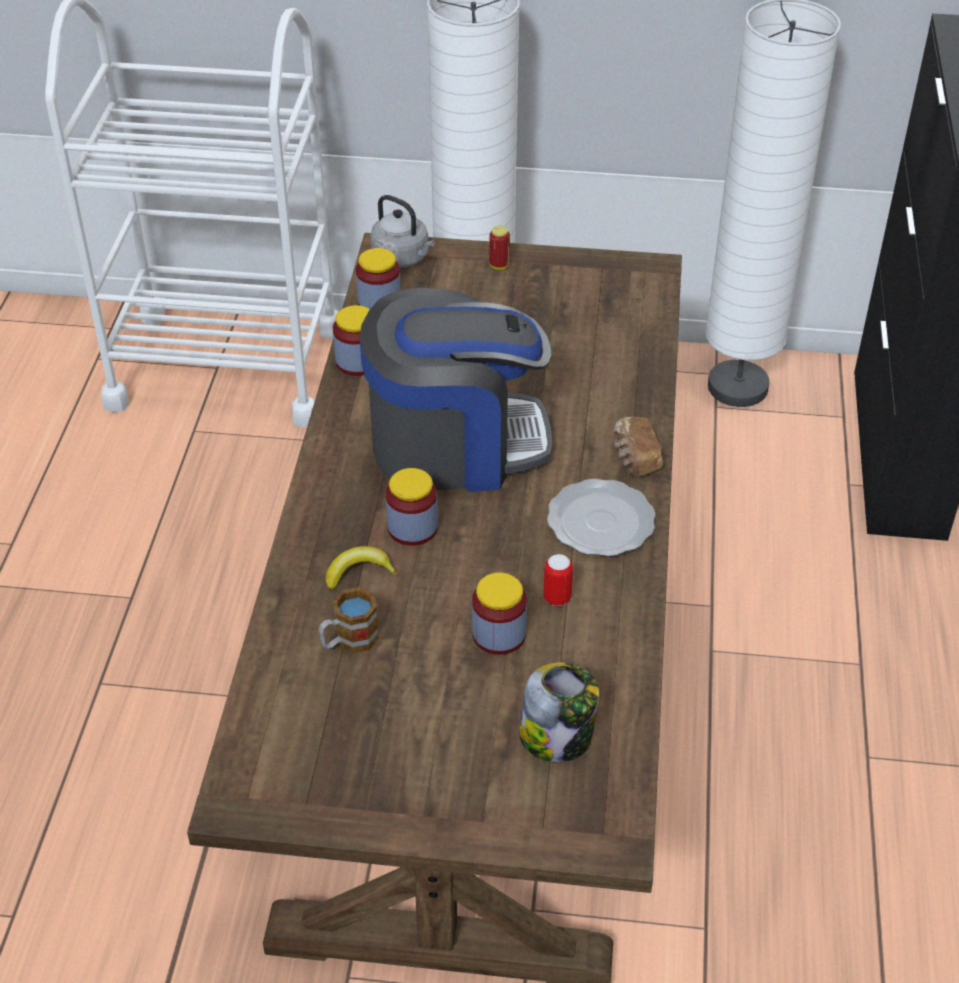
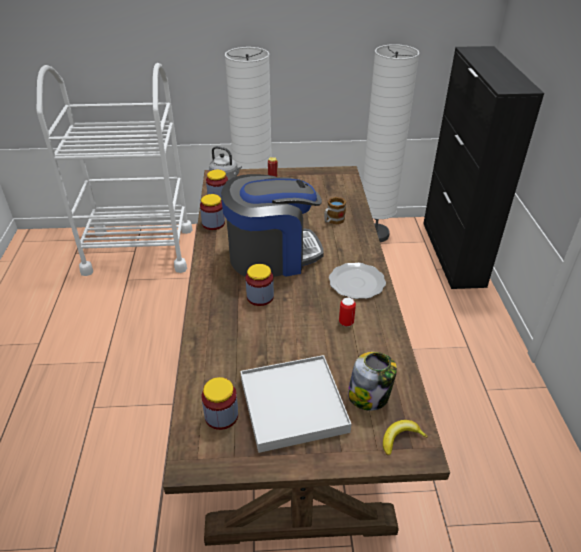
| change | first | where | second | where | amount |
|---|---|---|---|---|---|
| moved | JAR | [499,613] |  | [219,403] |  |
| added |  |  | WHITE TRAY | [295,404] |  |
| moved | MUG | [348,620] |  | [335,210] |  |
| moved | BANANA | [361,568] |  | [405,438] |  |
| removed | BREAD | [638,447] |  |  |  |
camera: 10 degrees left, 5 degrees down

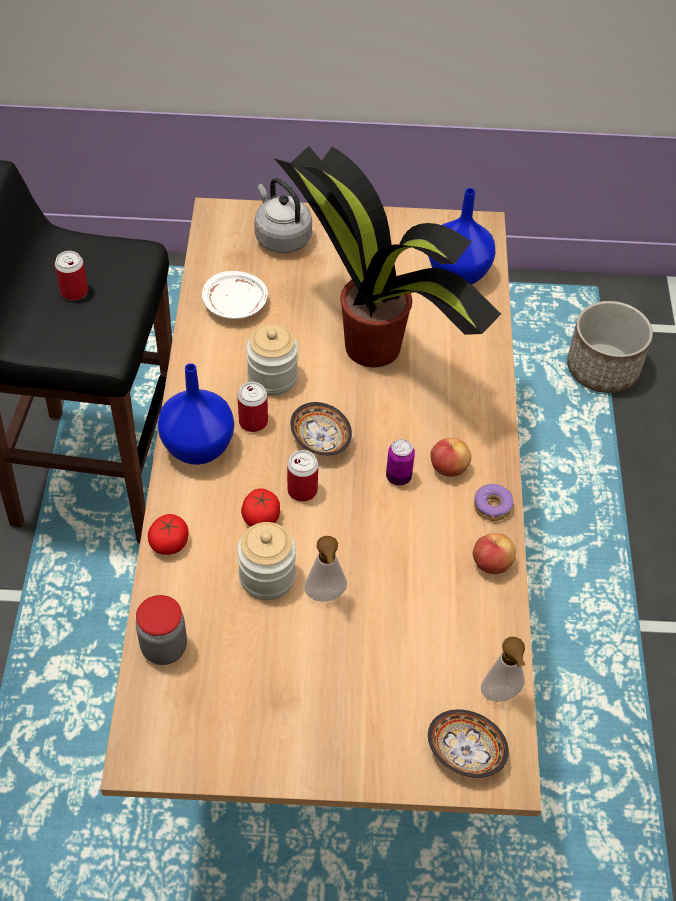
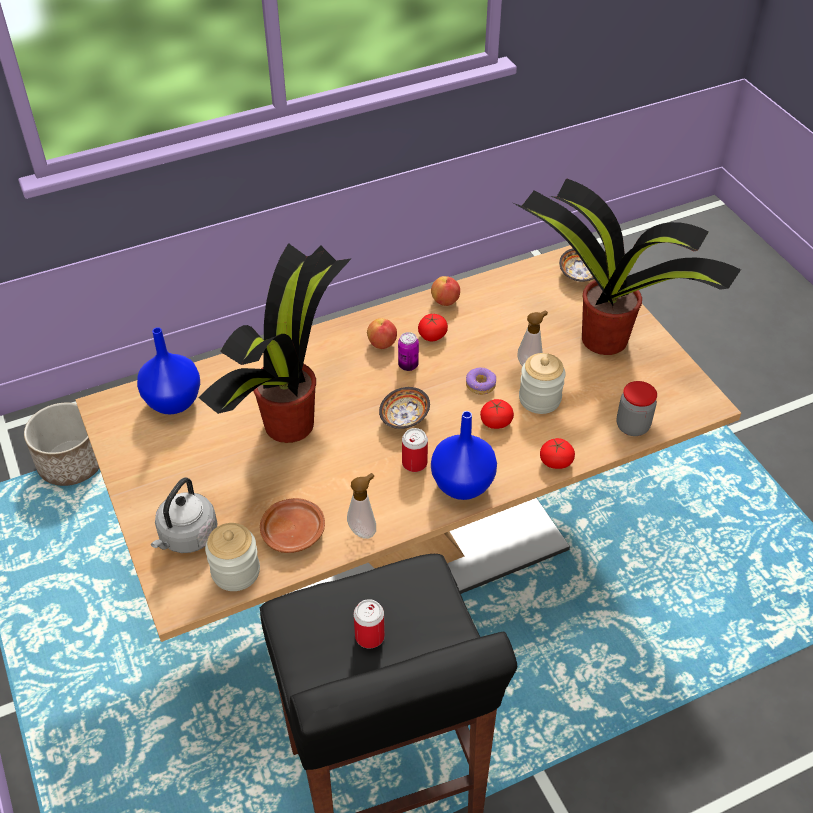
| change | first | where | second | where | amount |
|---|---|---|---|---|---|
| moved | JAR | [272,360] |  | [232,557] |  |
| recoloured | WHITE PLATE | [235,295] | BROWN PLATE | [292,525] |  |
| moved | SOAP DISPENSER | [503,669] |  | [361,506] |  |
| added |  |  | TOMATO | [433,327] |  |
| moved | DONUT | [494,502] |  | [481,381] |  |
| added |  |  | POTTED PLANT | [627,266] |  |
| removed | CAN | [302,475] |  |  |  |
camera: 115 degrees left, 5 degrees down

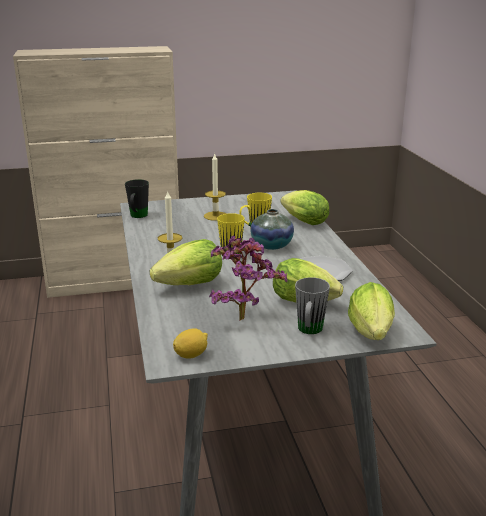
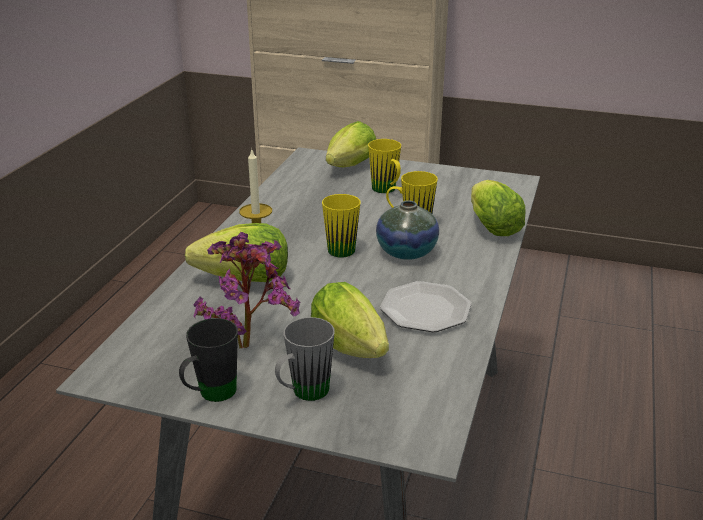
| change | first | where | second | where | amount |
|---|---|---|---|---|---|
| moved | BLACK MUG | [137,198] |  | [208,360] |  |
| moved | LETTUCE | [371,311] |  | [351,144] |  |
| replaced | CANDLE | [215,187] | YELLOW MUG | [384,166] |  |
| removed | LEMON | [190,343] |  |  |  |
camera: 30 degrees right, 5 degrees up

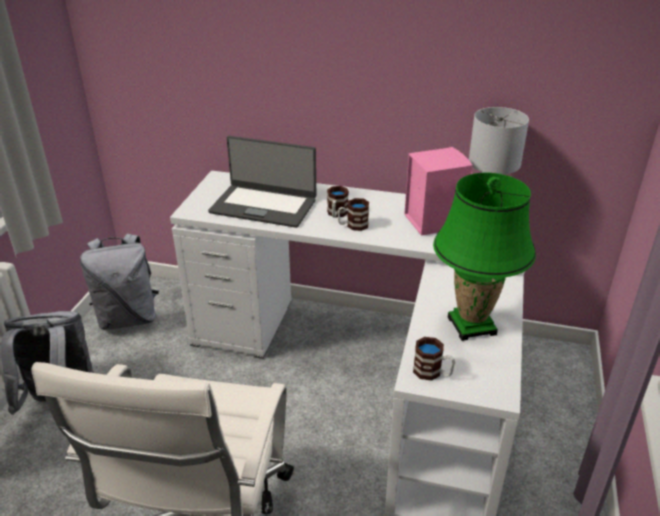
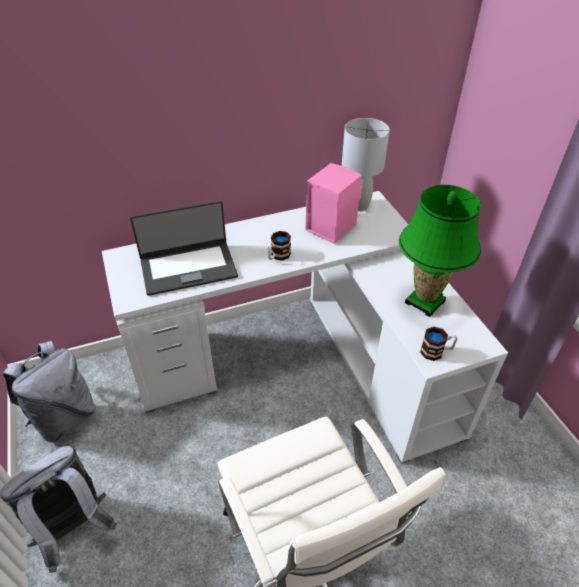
| change | first | where | second | where | amount |
|---|---|---|---|---|---|
| removed | MUG | [338,202] |  |  |  |
camera: 35 degrees left, 10 degrees up

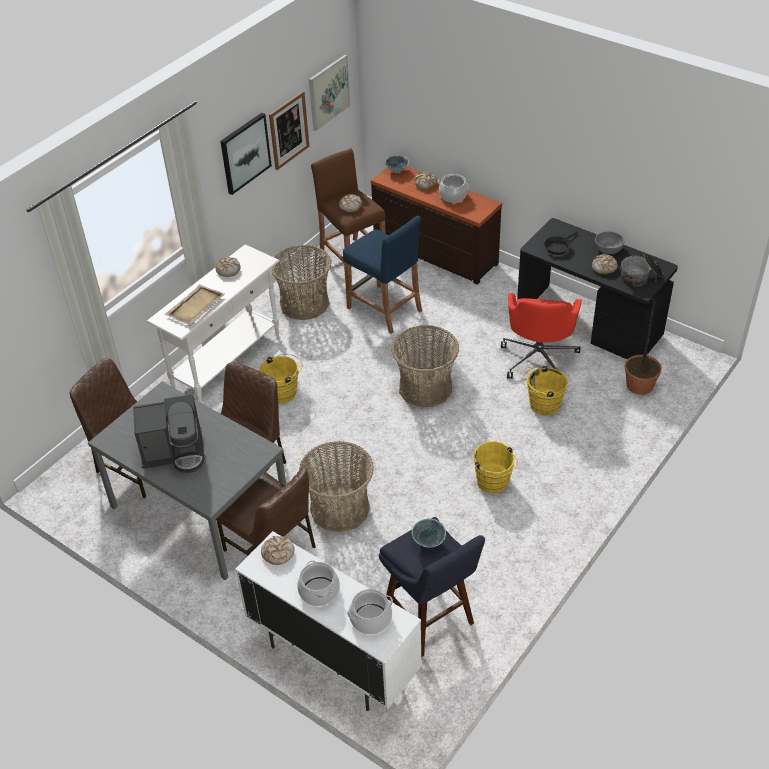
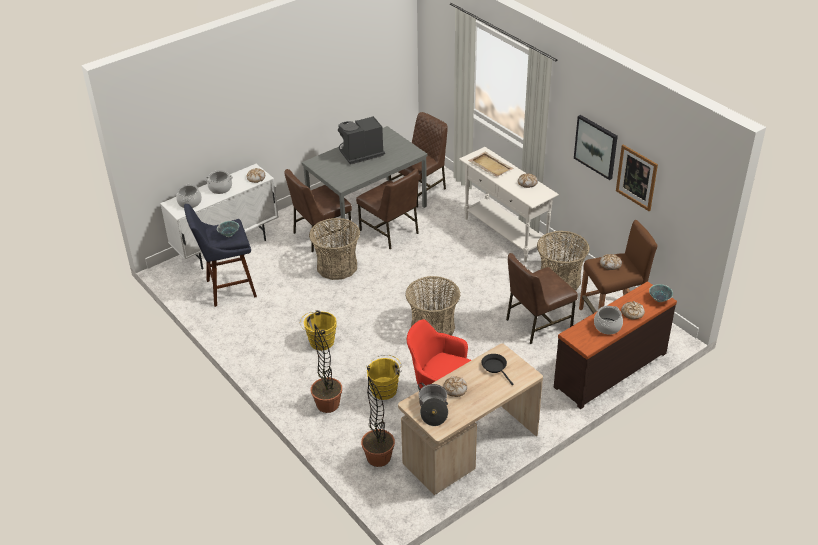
| change | first | where | second | where | amount |
|---|---|---|---|---|---|
| added |  |  | POTTED PLANT | [326,368] |  |
| turned | COFFEE MACHINE | [168,433] |  | [361,140] | 60 degrees clockwise |
| recoloured | BLACK DESK | [597,288] | BEIGE DESK | [470,419] |  |
| replaced | BLUE STOOL | [382,275] | BROWN CHAIR | [542,298] |  |
| removed | YELLOW BUCKET | [280,378] |  |  |  |
| removed | PICTURE | [330,93] |  |  |  |
| removed | GREY BOWL | [609,242] |  |  |  |
camera: 105 degrees right, 5 degrees down

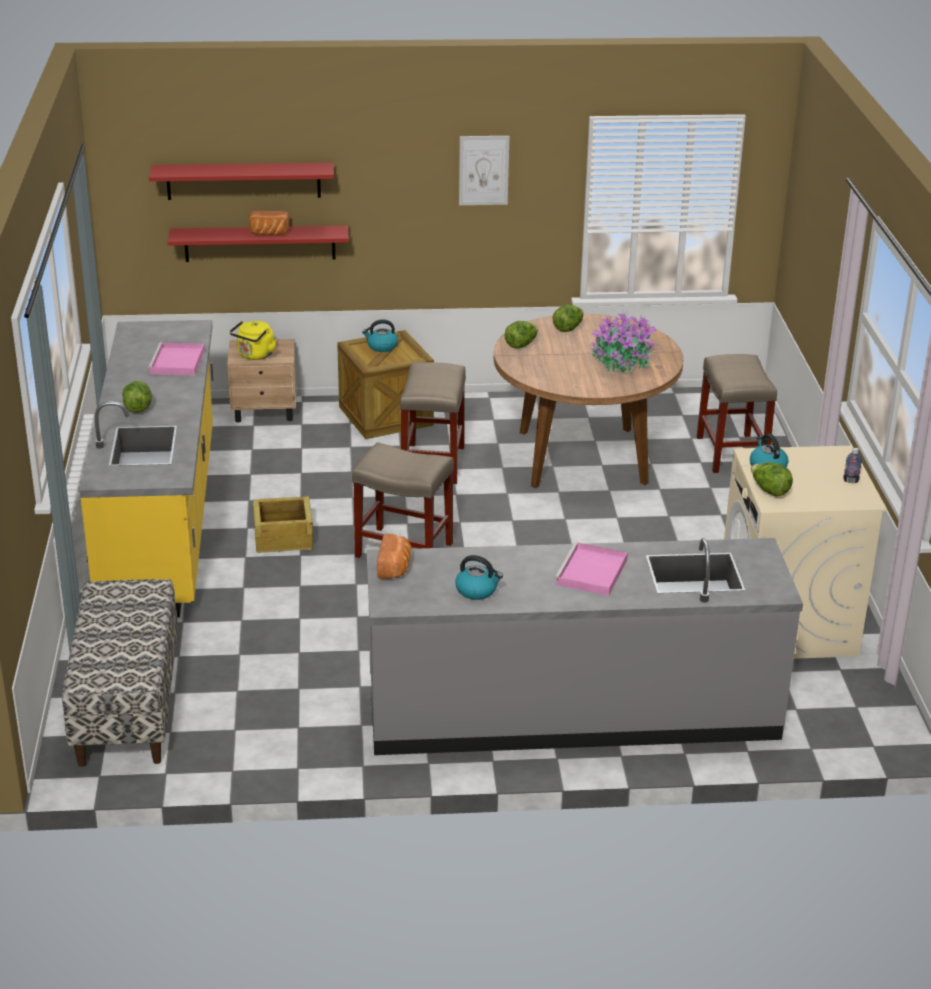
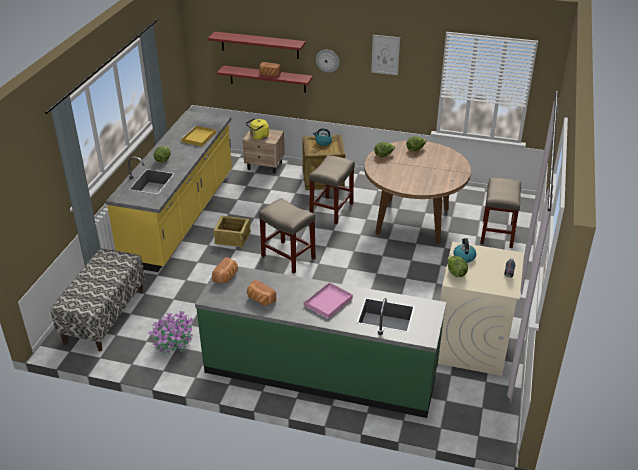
| change | first | where | second | where | amount |
|---|---|---|---|---|---|
| moved | POTTED PLANT | [623,343] |  | [171,333] |  |
| recoloured | PINK TRAY | [176,359] | YELLOW TRAY | [198,136] |  |
| recoloured | GREY COUNTER | [584,646] | GREEN COUNTER | [320,342] |  |
| replaced | KETTLE | [479,577] | BREAD | [261,293] |  |
| added |  |  | WALL CLOCK | [327,61] |  |
camera: 20 degrees right, 5 degrees up

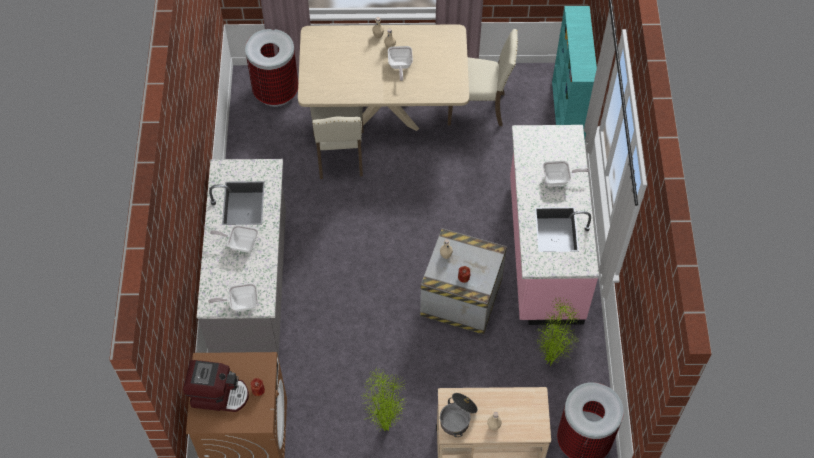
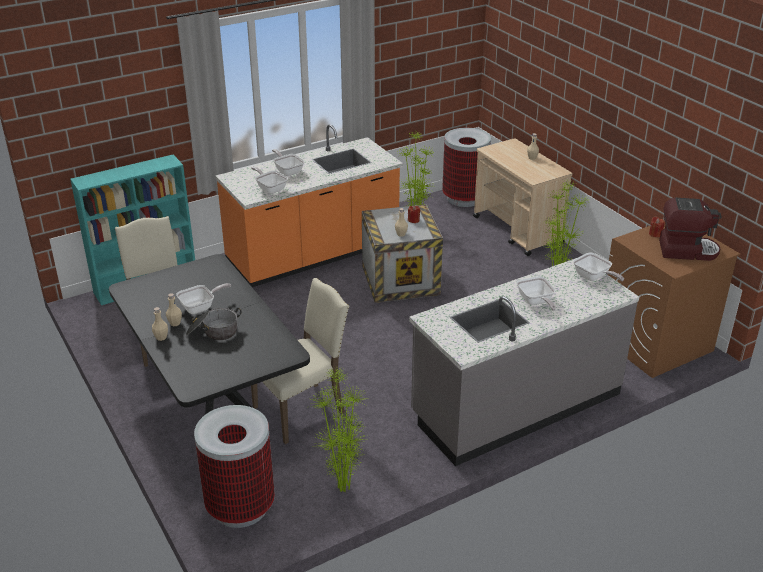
| change | first | where | second | where | amount |
|---|---|---|---|---|---|
| recoloured | BEIGE DINING TABLE | [383,77] | BLACK DINING TABLE | [209,334] |  |
| moved | COOKING POT | [459,415] |  | [213,324] |  |
| recoloured | PINK COUNTER | [554,225] | ORANGE COUNTER | [309,205] |  |
| added |  |  | FRYING PAN | [269,180] |  |
| added |  |  | POTTED PLANT | [339,429] |  |
| turned | COFFEE MACHINE | [216,386] |  | [690,229] | 120 degrees clockwise |
camera: 120 degrees left, 25 degrees down

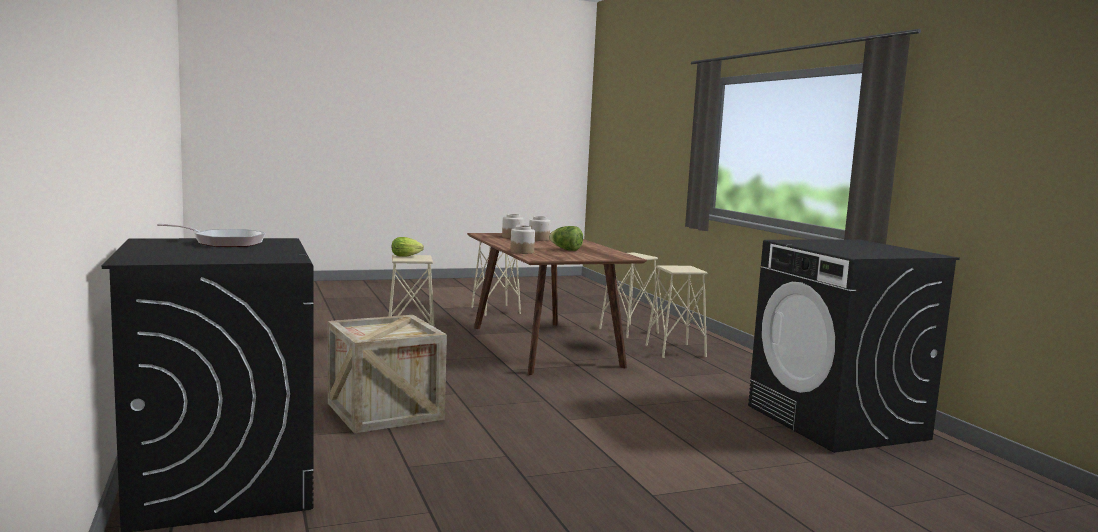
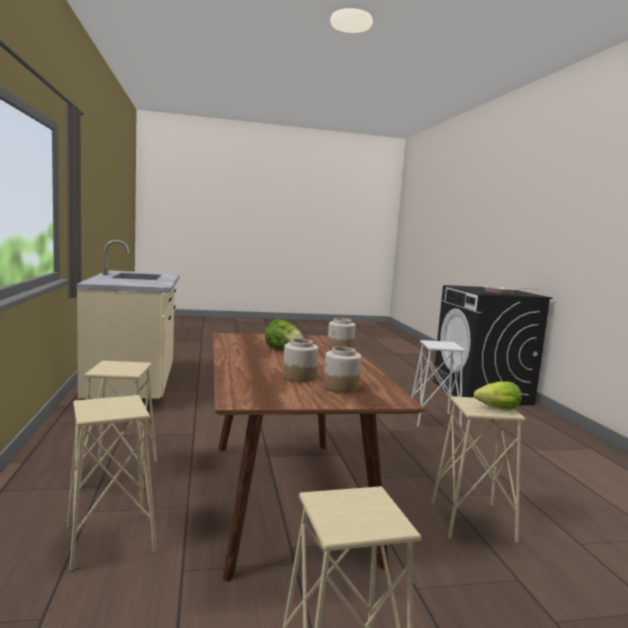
| change | first | where | second | where | amount |
|---|---|---|---|---|---|
| replaced | BLACK WASHING MACHINE | [854,346] | BEIGE COUNTER | [128,326] |  |
| replaced | CRATE | [387,374] | WHITE STOOL | [438,384] |  |
camera: 170 degrees left, 0 degrees up

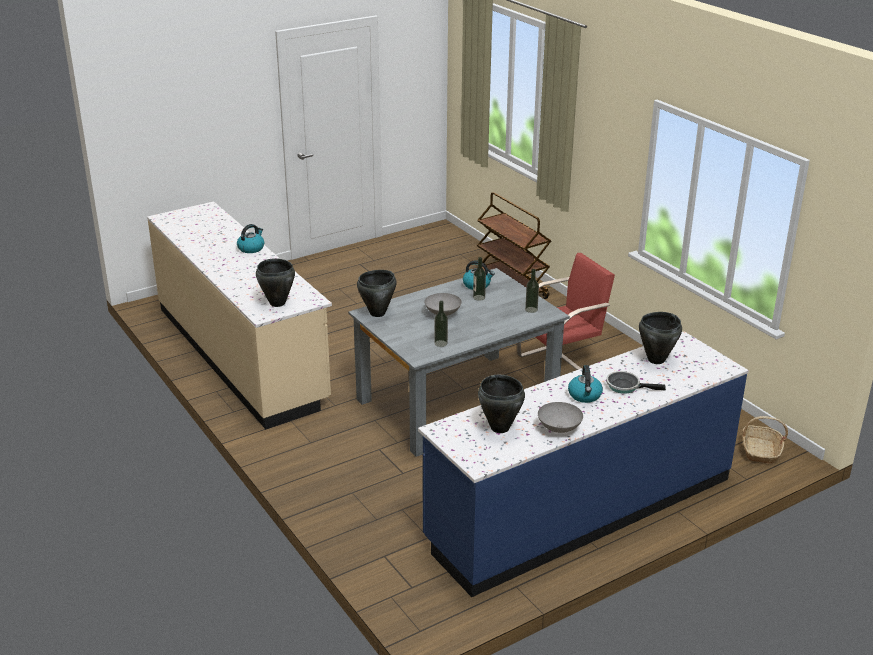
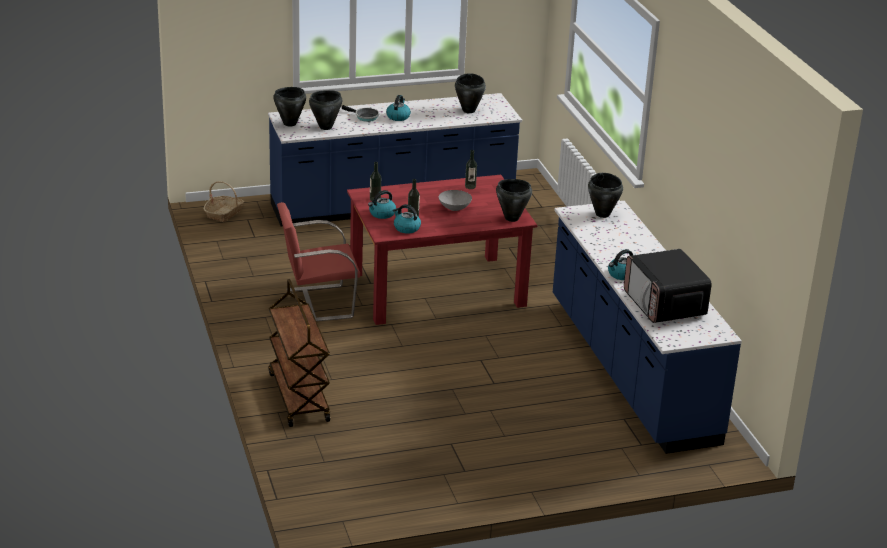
| change | first | where | second | where | amount |
|---|---|---|---|---|---|
| added |  |  | BLACK COOKING POT | [289,106] |  |
| recoloured | GREY DINING TABLE | [459,362] | RED DINING TABLE | [442,250] |  |
| added |  |  | KETTLE | [382,204] |  |
| recoloured | BEIGE COUNTER | [239,315] | BLUE COUNTER | [647,327] |  |
| added |  |  | MICROWAVE | [668,286] |  |
| removed | GREY BOWL | [560,417] |  |  |  |
camera: 165 degrees left, 0 degrees up

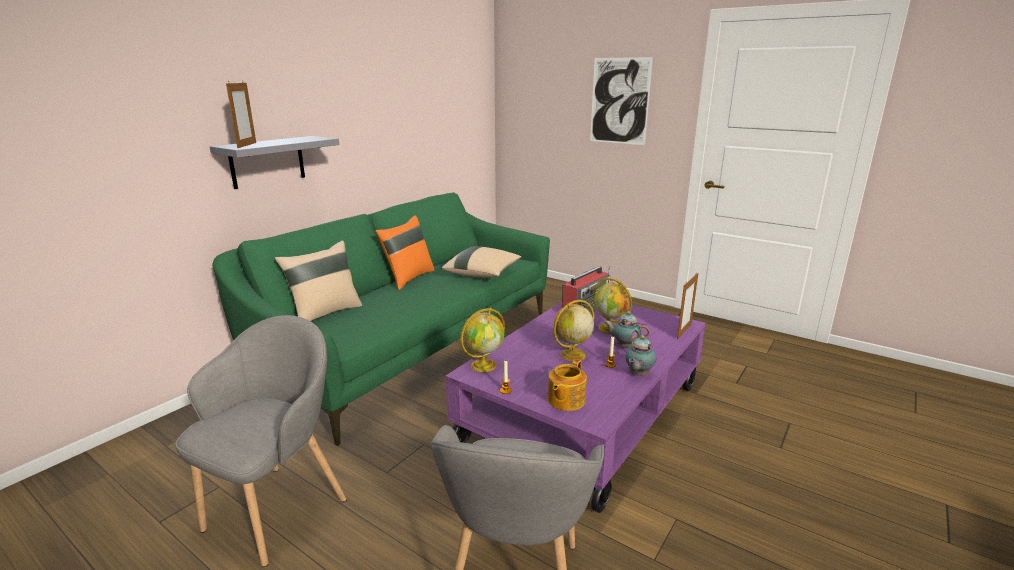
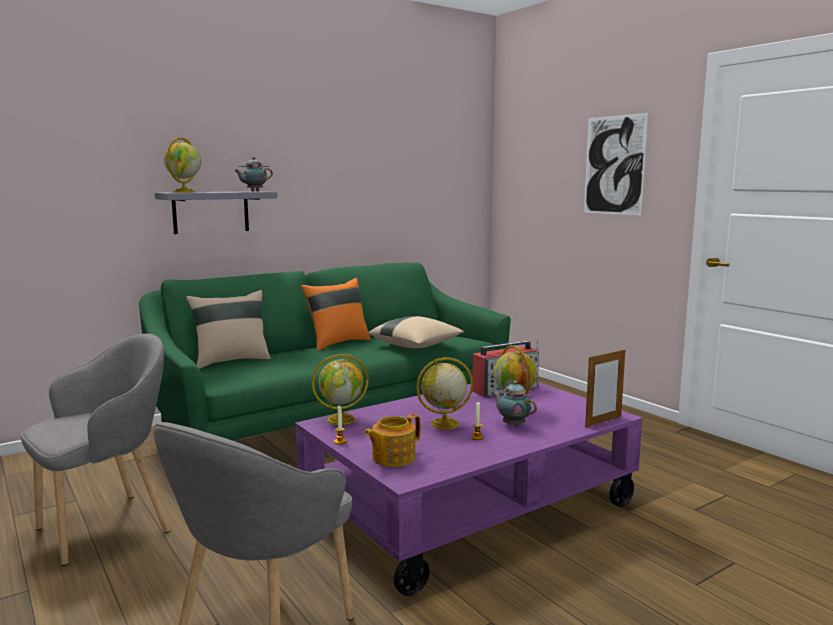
| change | first | where | second | where | amount |
|---|---|---|---|---|---|
| replaced | PICTURE FRAME | [241,115] | GLOBE | [182,165] |  |
| moved | TEAPOT | [640,355] |  | [253,174] |  |
camera: 20 degrees right, 10 degrees down

